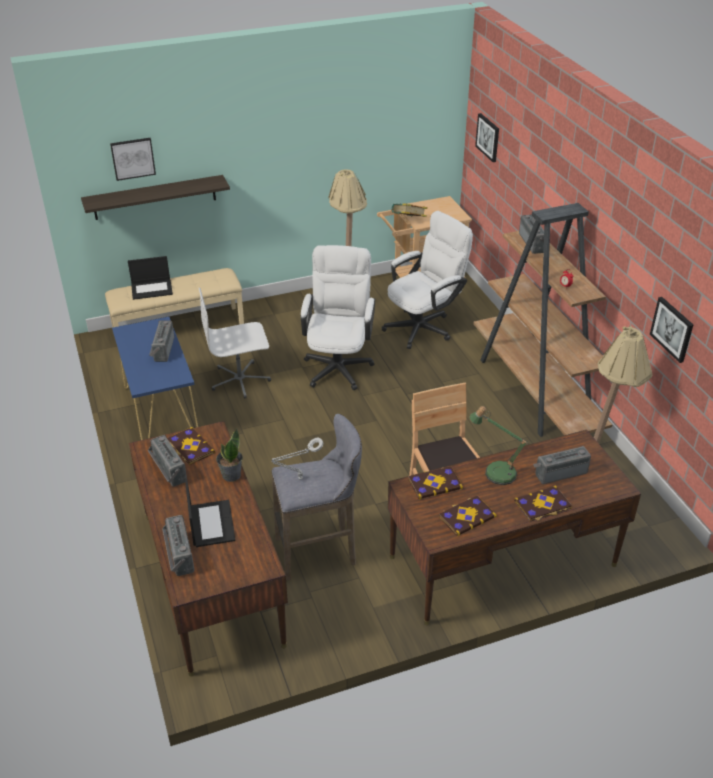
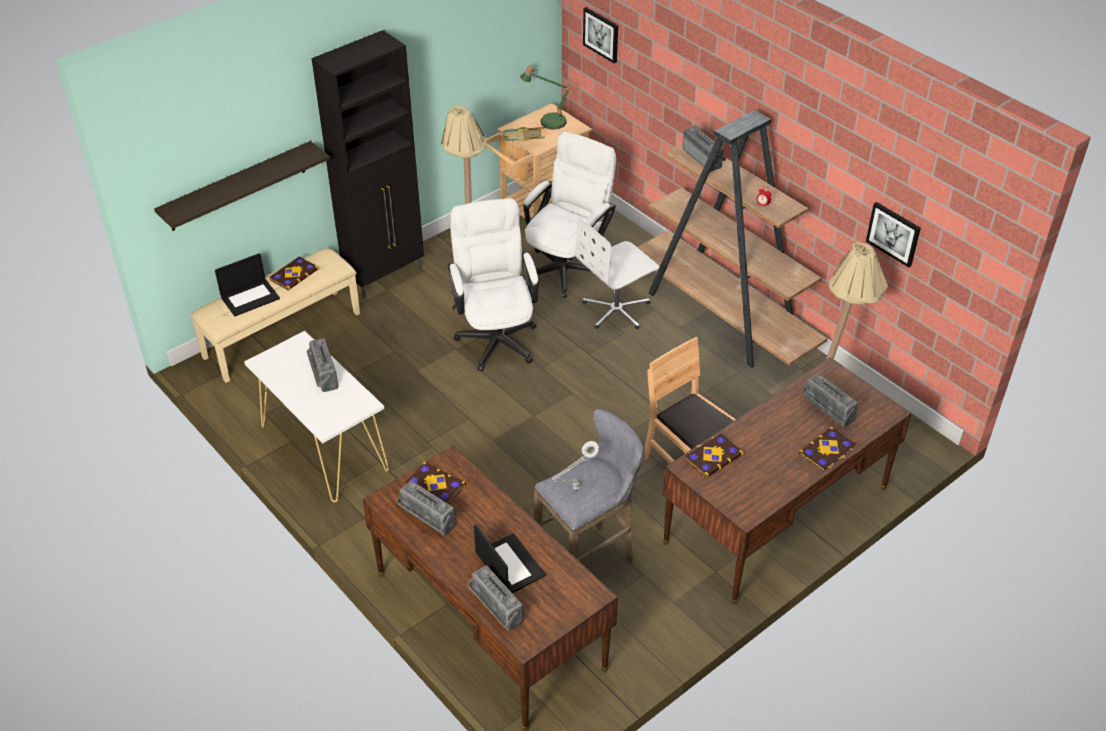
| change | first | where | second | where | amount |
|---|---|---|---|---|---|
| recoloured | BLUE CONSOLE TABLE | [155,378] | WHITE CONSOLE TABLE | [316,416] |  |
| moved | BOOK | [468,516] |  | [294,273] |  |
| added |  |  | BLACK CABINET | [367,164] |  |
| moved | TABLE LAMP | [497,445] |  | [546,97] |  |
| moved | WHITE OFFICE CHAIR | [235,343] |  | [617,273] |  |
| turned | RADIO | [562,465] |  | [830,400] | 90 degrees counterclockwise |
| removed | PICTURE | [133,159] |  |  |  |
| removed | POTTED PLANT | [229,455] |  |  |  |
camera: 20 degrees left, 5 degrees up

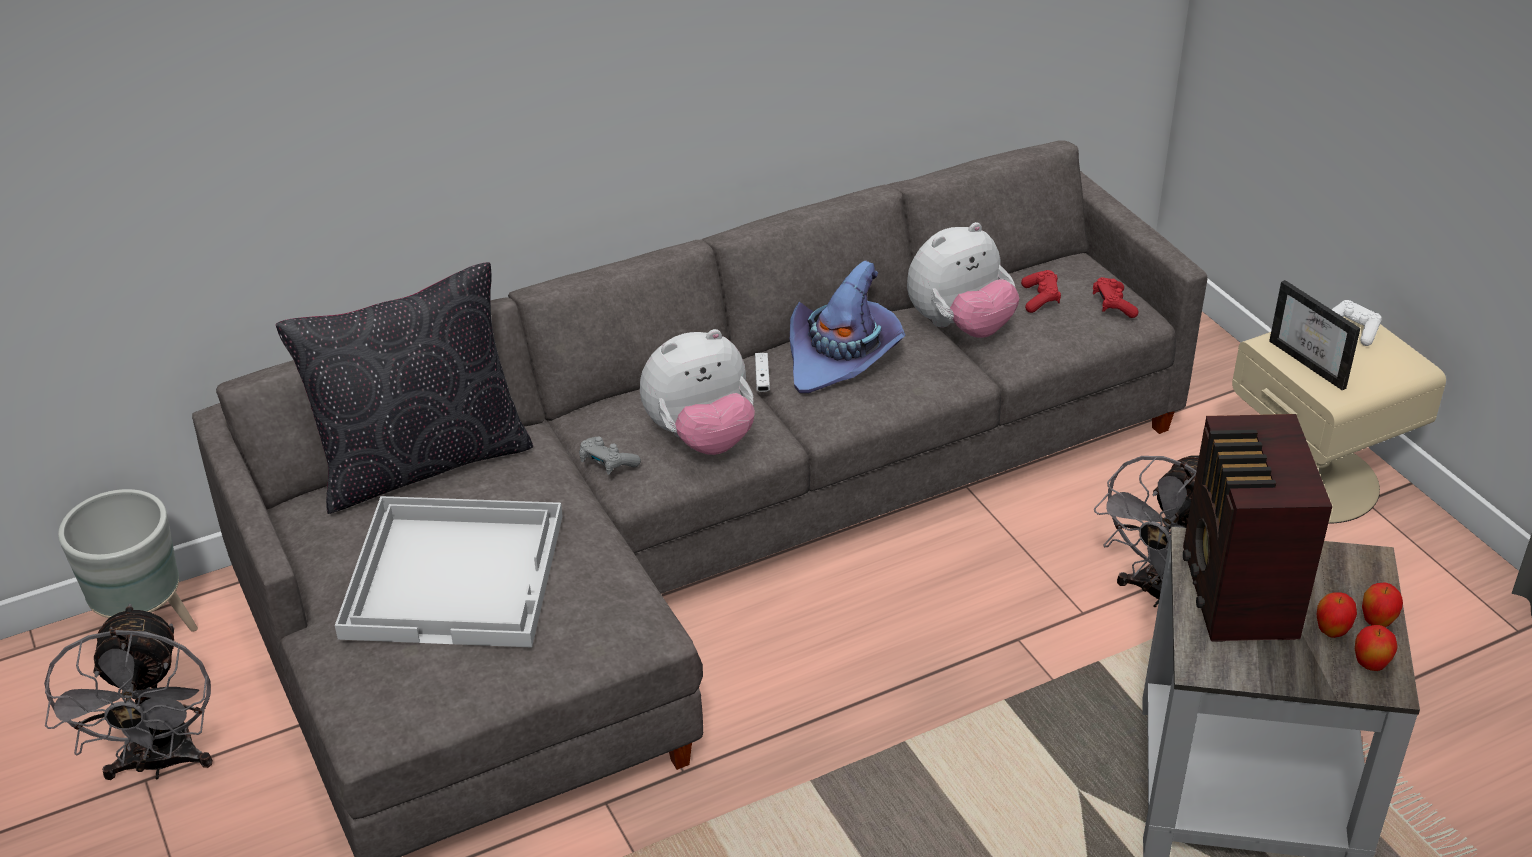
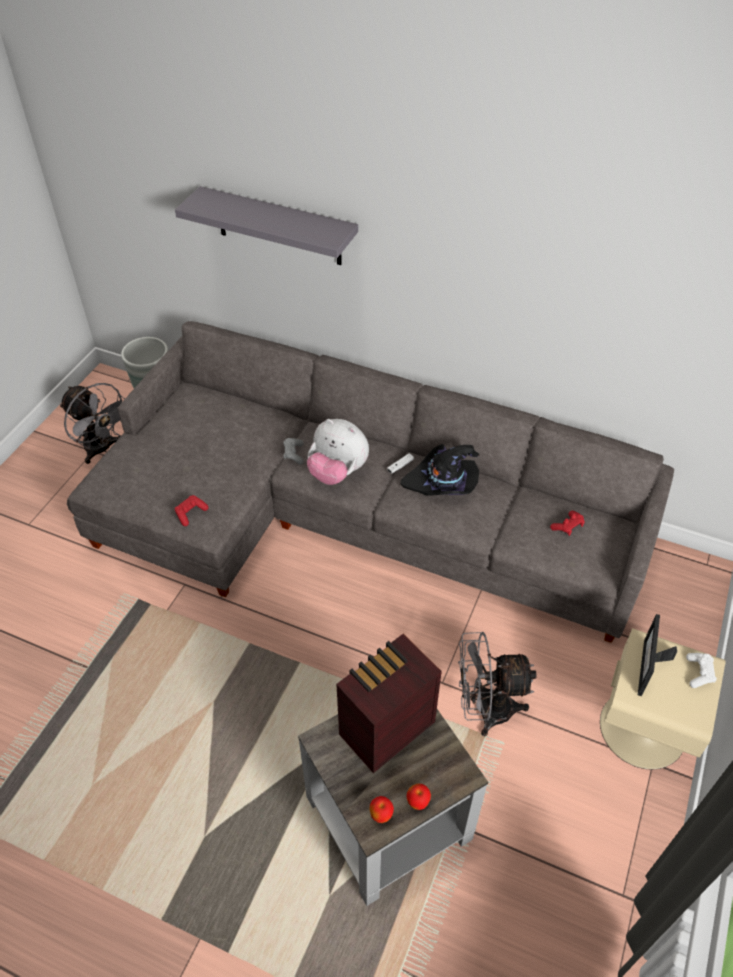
| change | first | where | second | where | amount |
|---|---|---|---|---|---|
| turned | GREY FAN | [128,692] |  | [92,423] | 90 degrees counterclockwise |
| moved | RED GAME CONTROLLER | [1115,297] |  | [191,510] |  |
| added |  |  | GREY SHELF | [266,225] |  |
| recoloured | PURPLE HAT | [848,327] | BLACK HAT | [439,470] |  |
| removed | BLACK PILLOW | [404,388] |  |  |  |
| removed | WHITE TRAY | [449,571] |  |  |  |
| removed | PLUSH TOY | [963,280] |  |  |  |
| removed | APPLE | [1337,615] |  |  |  |
camera: 50 degrees right, 10 degrees up

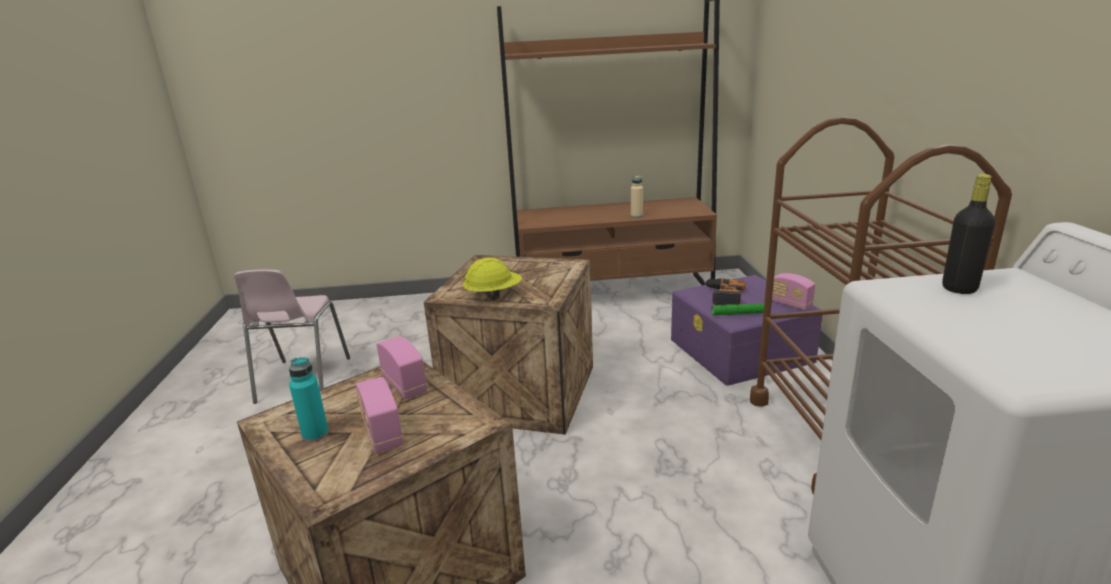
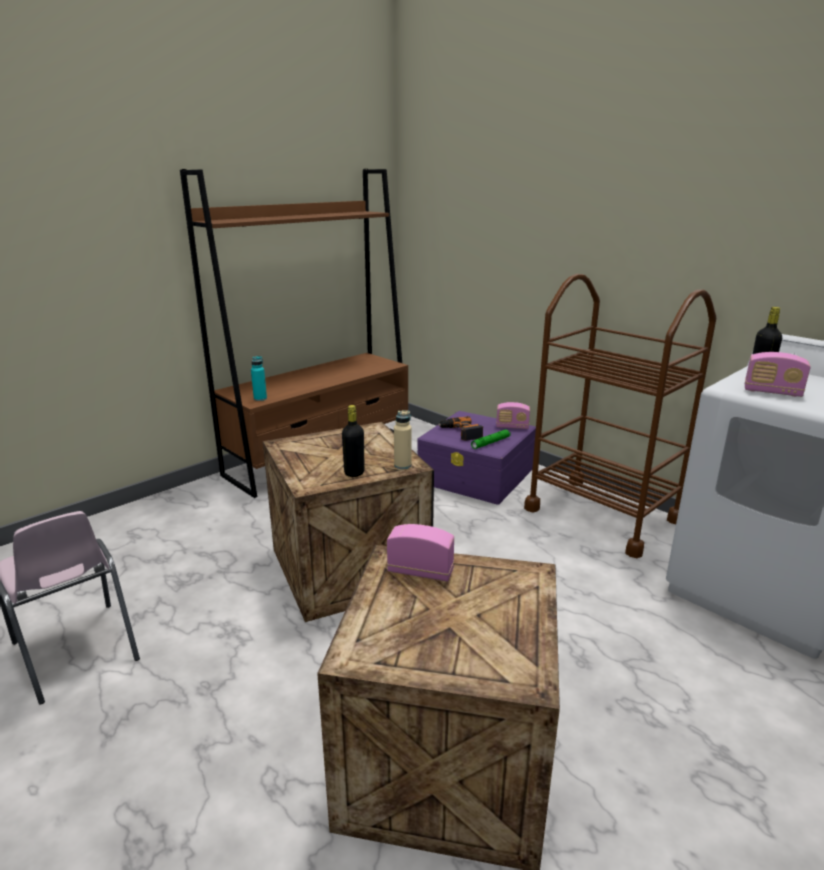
| change | first | where | second | where | amount |
|---|---|---|---|---|---|
| moved | TURQUOISE BOTTLE | [309,399] |  | [259,378] |  |
| replaced | YELLOW HARD HAT | [492,279] | BLACK BOTTLE | [353,441] |  |
| moved | BEIGE BOTTLE | [637,196] |  | [402,439] |  |
| moved | RADIO | [379,415] |  | [778,374] |  |
camera: 40 degrees left, 0 degrees up

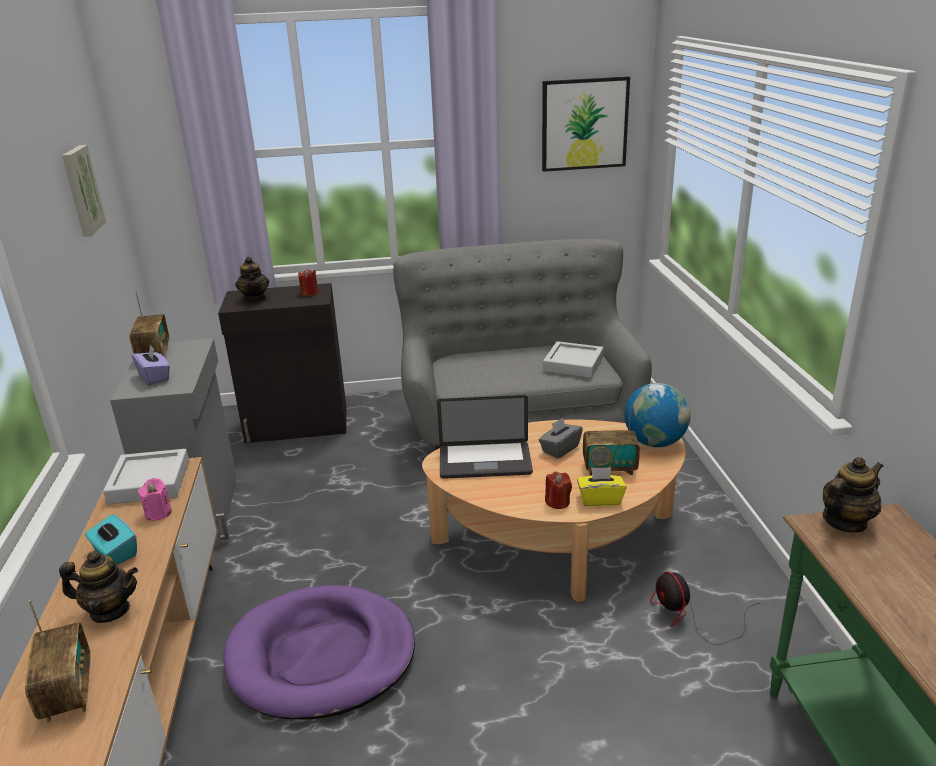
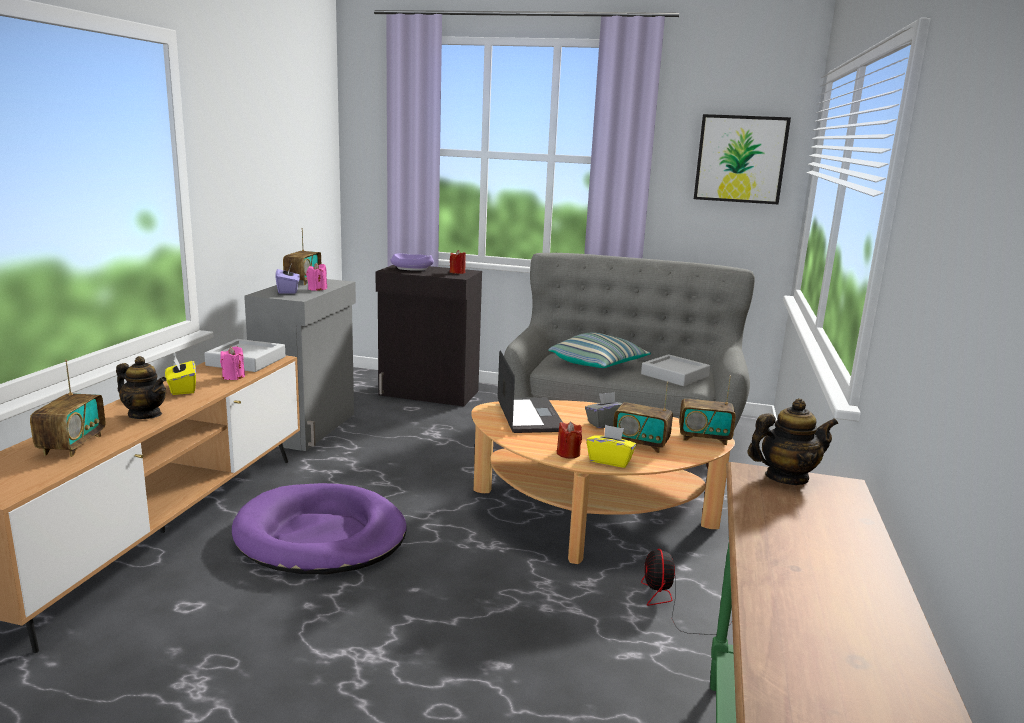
| change | first | where | second | where | amount |
|---|---|---|---|---|---|
| recoloured | TURQUOISE TISSUE BOX | [111,539] | YELLOW TISSUE BOX | [180,375] |  |
| added |  |  | PINK CANDLE | [316,277] |  |
| replaced | TEAPOT | [252,279] | PURPLE BOWL | [412,262] |  |
| turned | LAPTOP | [485,437] |  | [530,391] | 120 degrees counterclockwise |
| added |  |  | PILLOW | [599,350] |  |
| replaced | GLOBE | [657,415] | RADIO | [707,410] |  |
| removed | PICTURE | [84,191] |  |  |  |
camera: 20 degrees right, 10 degrees down

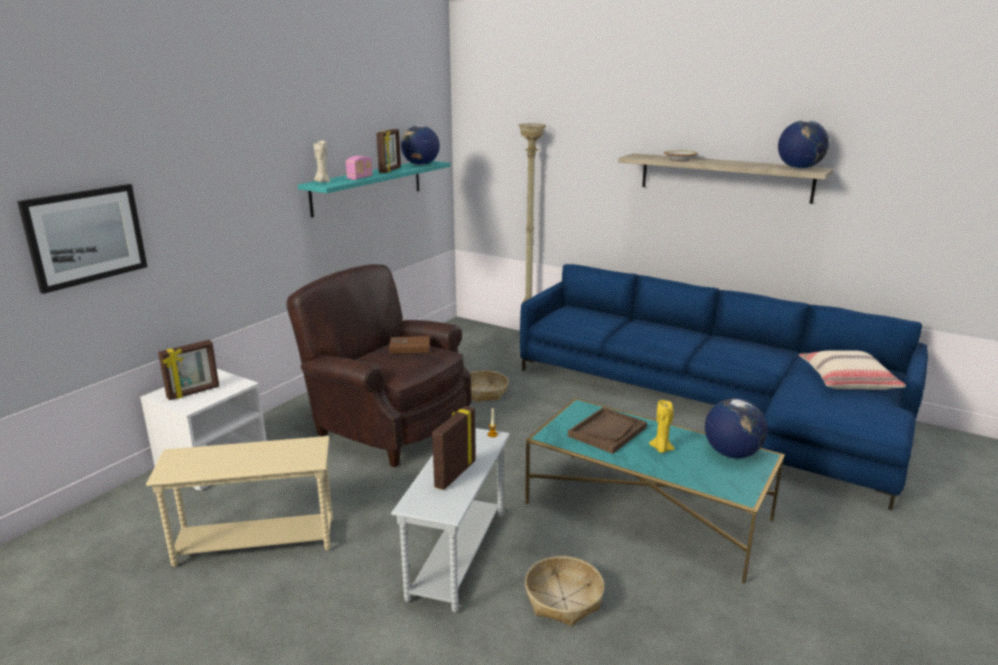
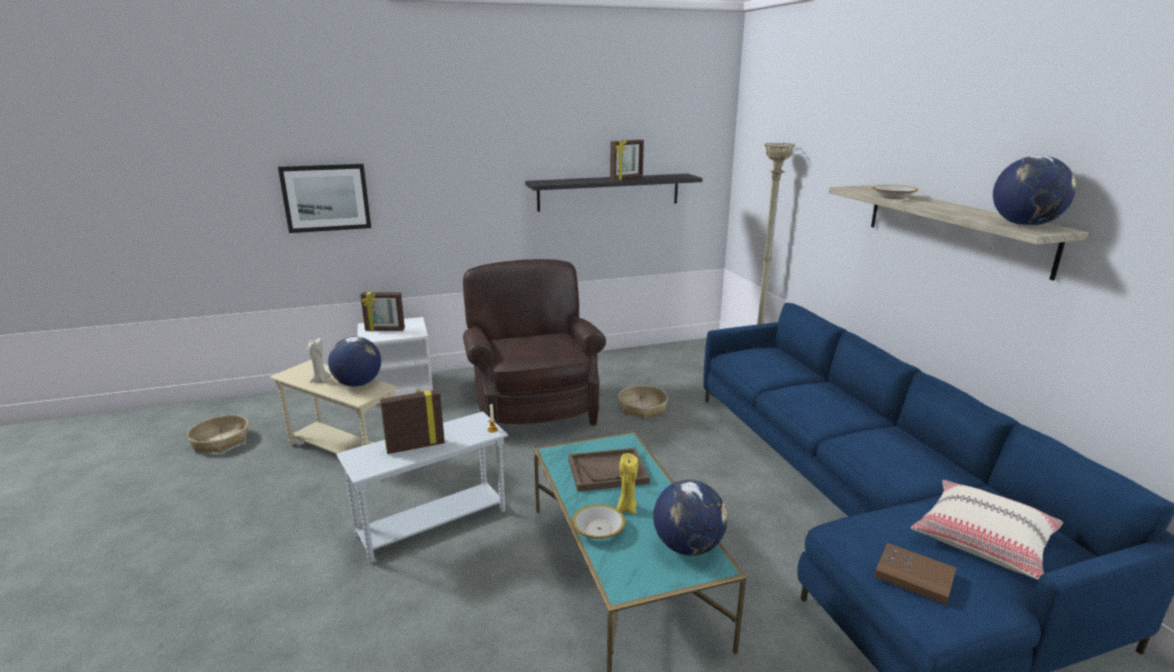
| change | first | where | second | where | amount |
|---|---|---|---|---|---|
| moved | BASKET | [564,591] |  | [218,434] |  |
| moved | BEIGE CANDLE | [322,161] |  | [319,360] |  |
| moved | GLOBE | [420,145] |  | [354,361] |  |
| recoloured | TURQUOISE SHELF | [374,189] | BLACK SHELF | [614,193] |  |
| added |  |  | BOWL | [599,521] |  |
| moved | BROWN BOOK | [409,345] |  | [915,574] |  |
| removed | RADIO | [359,168] |  |  |  |
camera: 40 degrees right, 0 degrees up

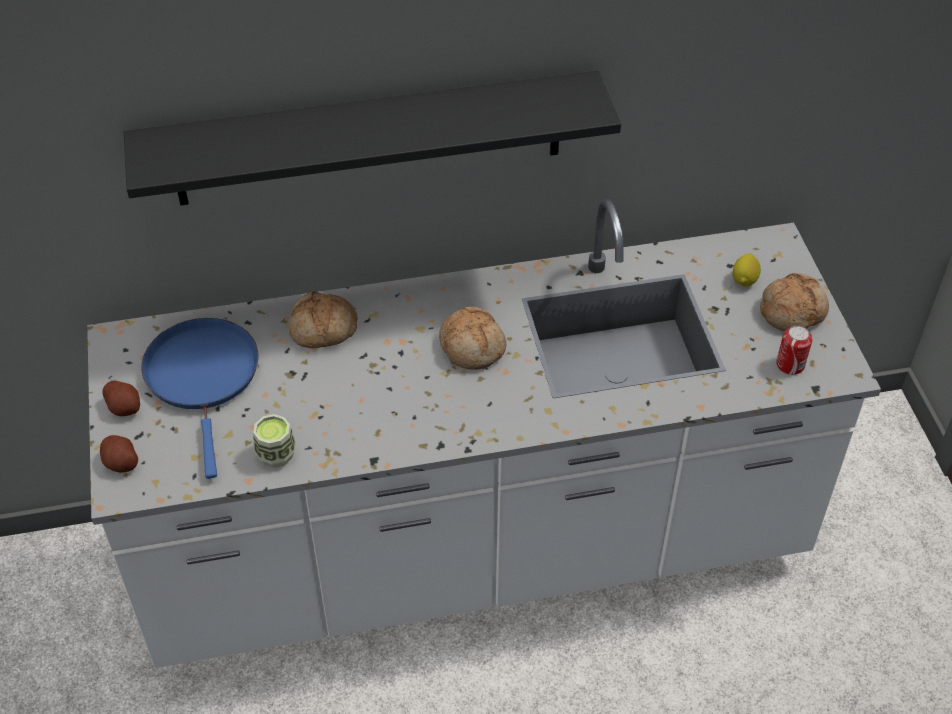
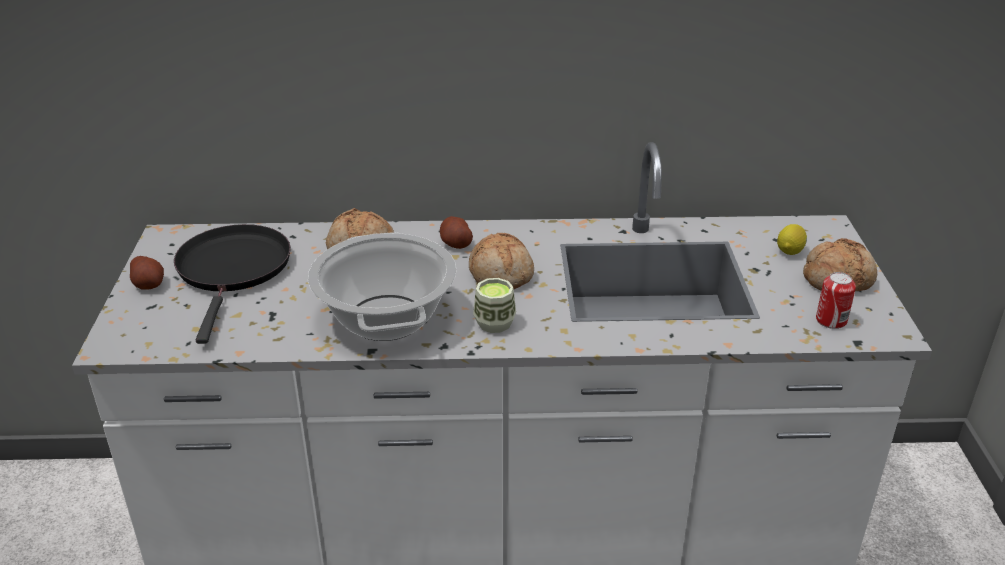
| change | first | where | second | where | amount |
|---|---|---|---|---|---|
| recoloured | BLUE FRYING PAN | [199,398] | BLACK FRYING PAN | [232,284] |  |
| added |  |  | COOKING POT | [382,286] |  |
| moved | POTATO | [119,454] |  | [456,232] |  |
| moved | CUP | [274,441] |  | [494,305] |  |
| removed | BLACK SHELF | [372,138] |  |  |  |
camera: 10 degrees right, 15 degrees down

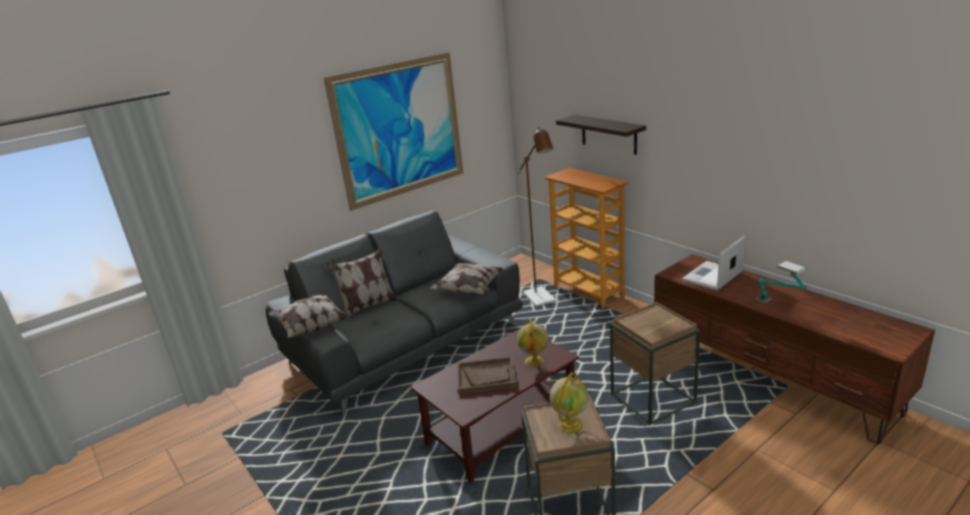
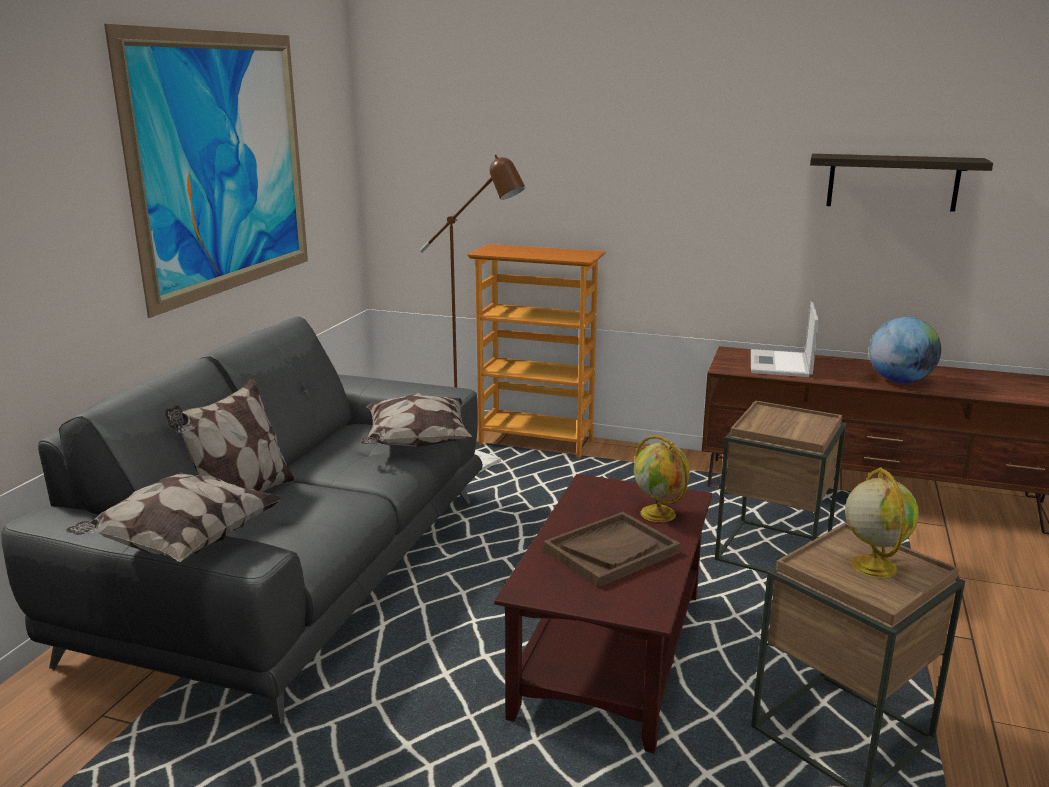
| change | first | where | second | where | amount |
|---|---|---|---|---|---|
| moved | SHELF | [601,135] |  | [901,183] |  |
| replaced | TABLE LAMP | [781,282] | GLOBE | [905,350] |  |
camera: 35 degrees left, 5 degrees down

